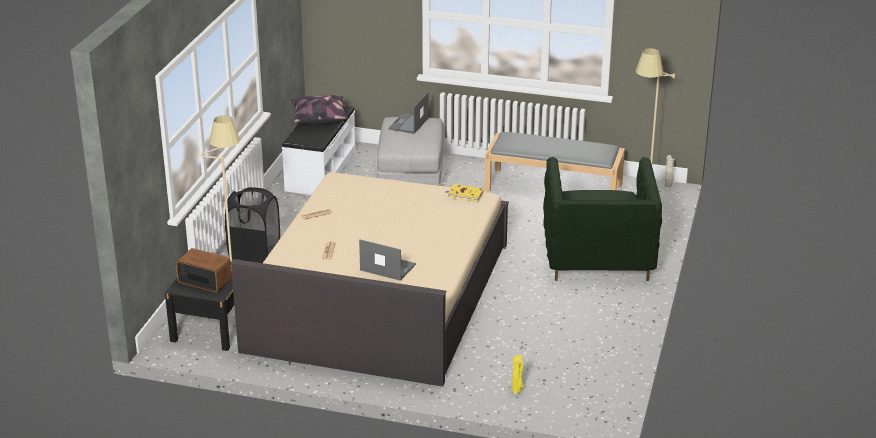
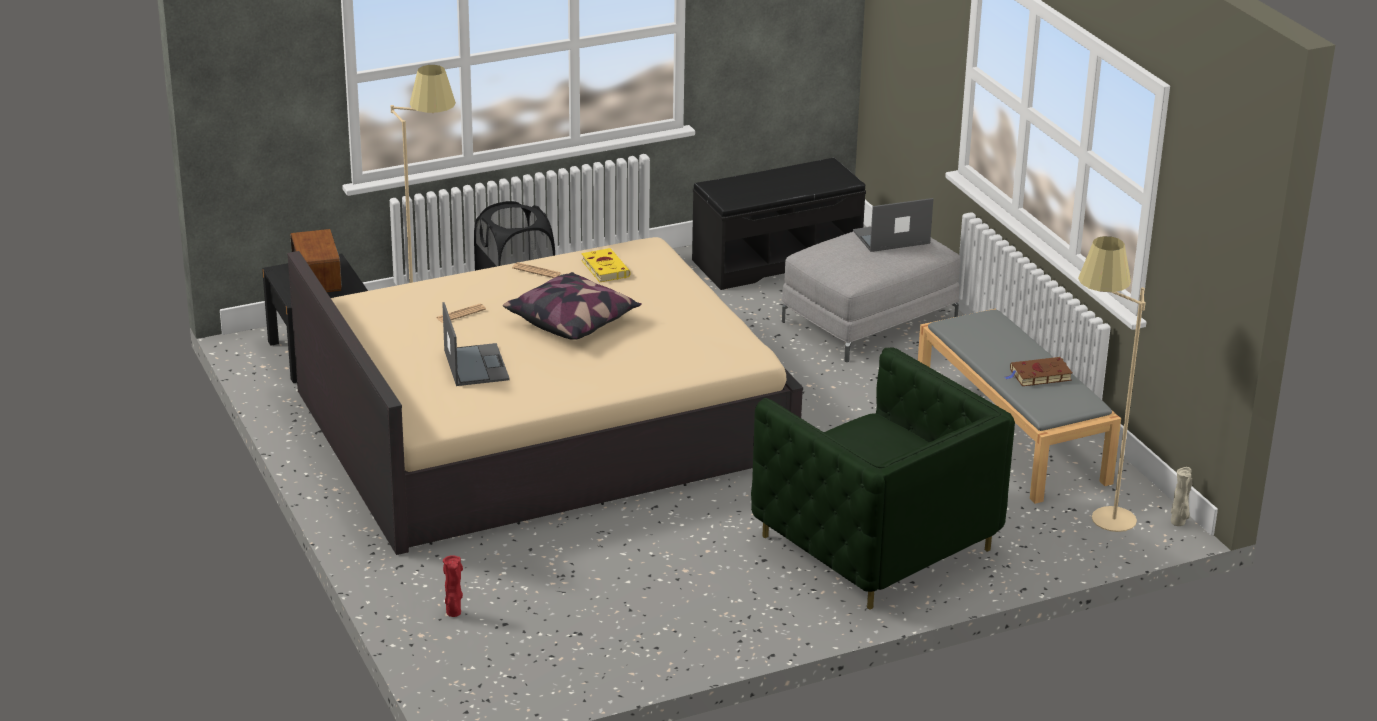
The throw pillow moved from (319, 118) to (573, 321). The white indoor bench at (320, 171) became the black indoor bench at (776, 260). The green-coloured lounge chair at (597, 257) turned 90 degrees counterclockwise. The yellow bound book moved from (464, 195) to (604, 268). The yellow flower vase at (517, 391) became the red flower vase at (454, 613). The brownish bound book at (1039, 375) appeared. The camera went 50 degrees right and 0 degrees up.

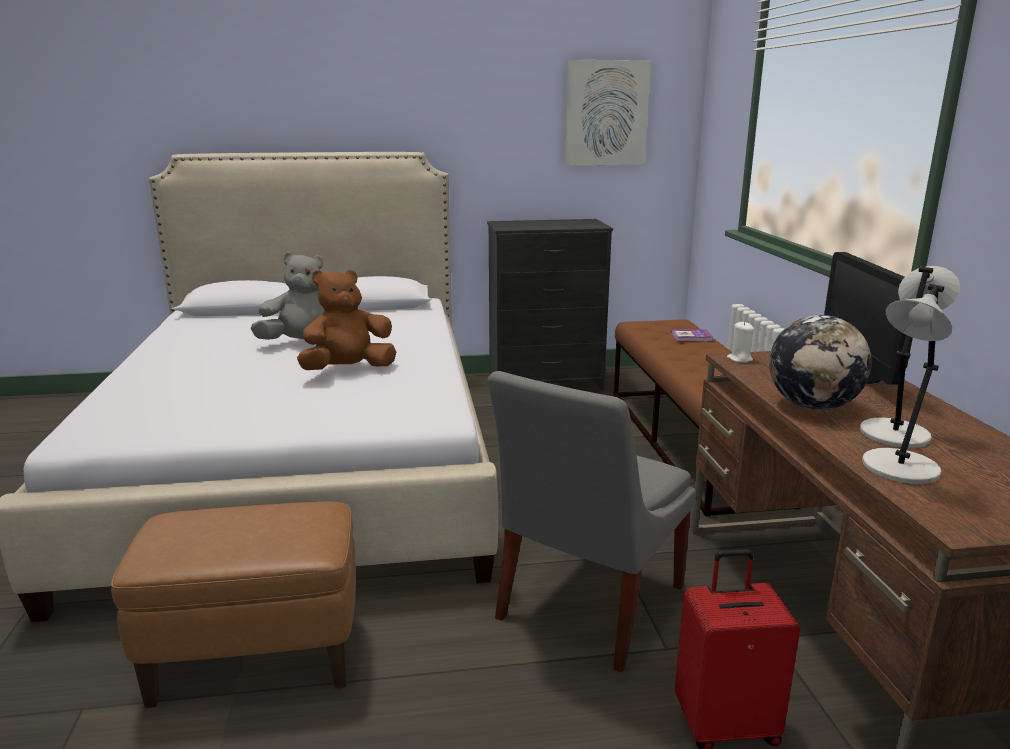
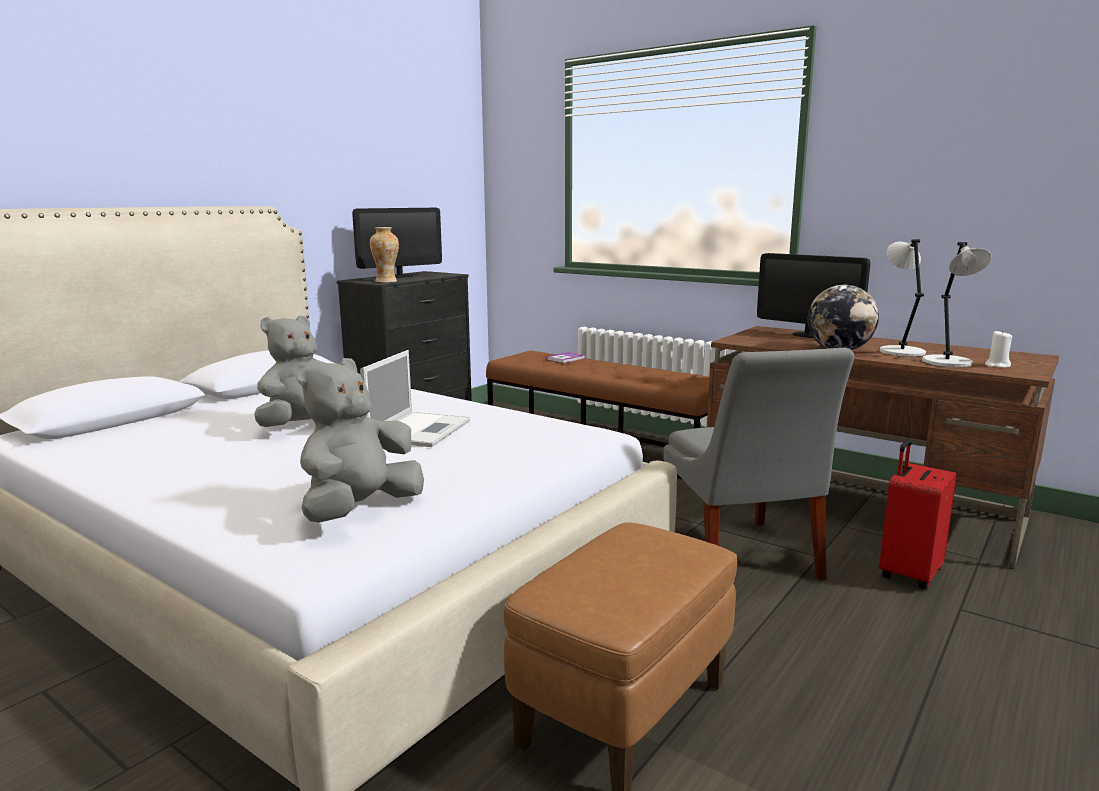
The wall picture at (606, 113) disappeared. The brownish plush toy at (348, 370) was replaced by the notebook computer at (420, 429). The white wax light moved from (739, 359) to (997, 365). The computer display at (399, 276) appeared. The flower vase at (386, 281) appeared. The grey plush toy at (360, 510) appeared. The camera went 45 degrees left and 5 degrees down.

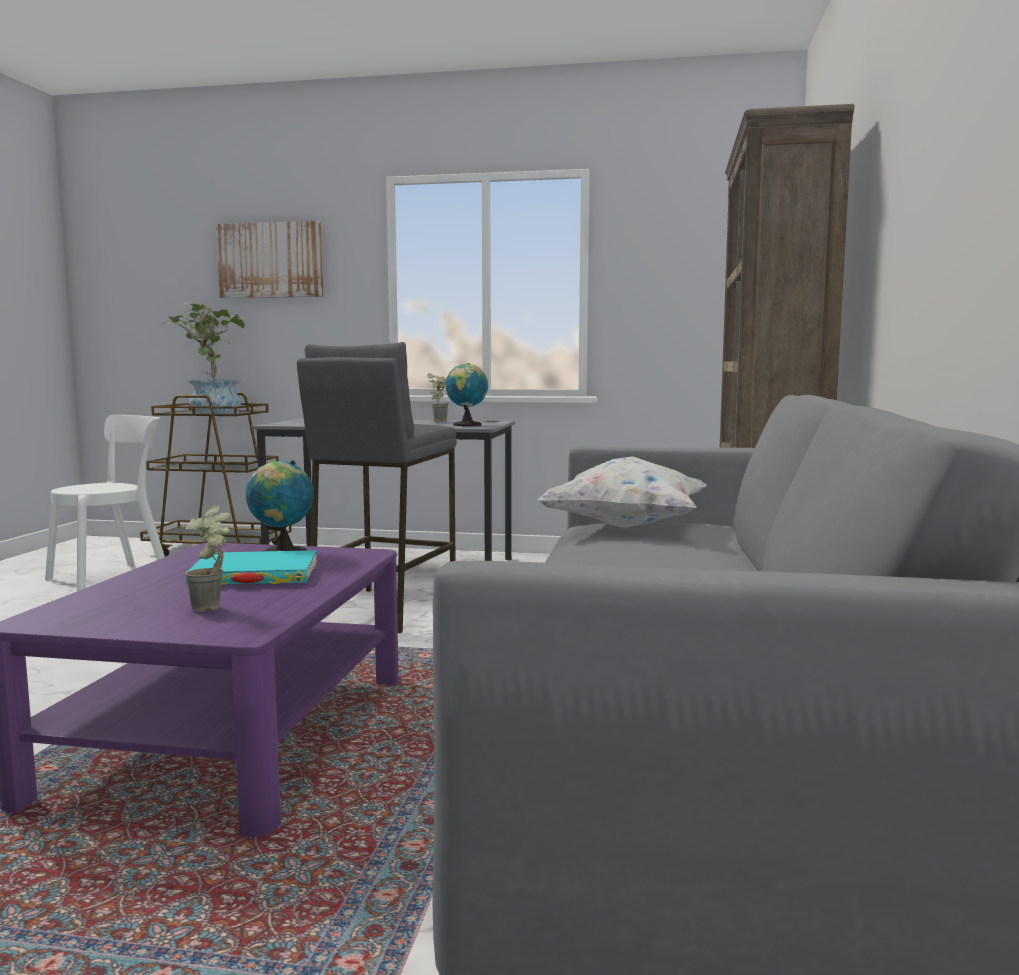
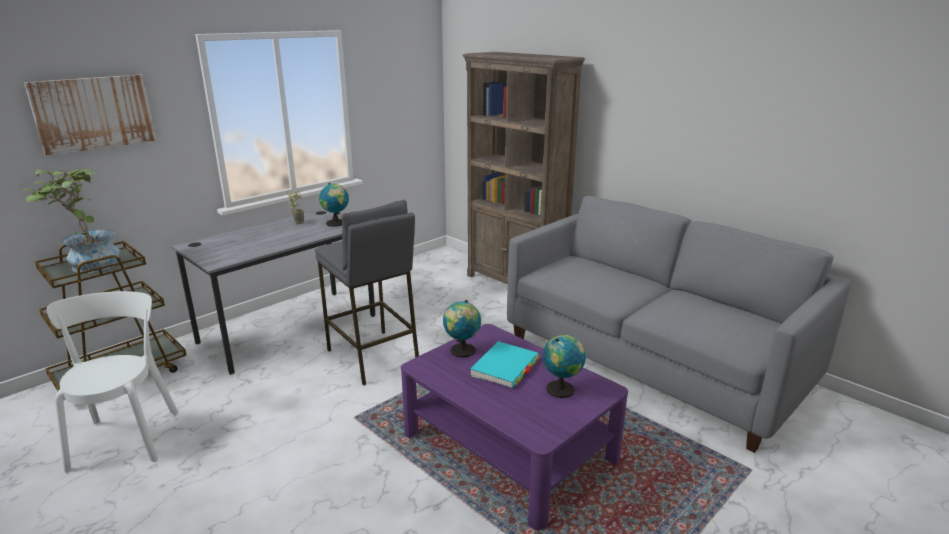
The white throw pillow at (627, 526) disappeared. The houseplant at (214, 609) was replaced by the globe at (562, 389). The camera went 55 degrees left and 15 degrees up.

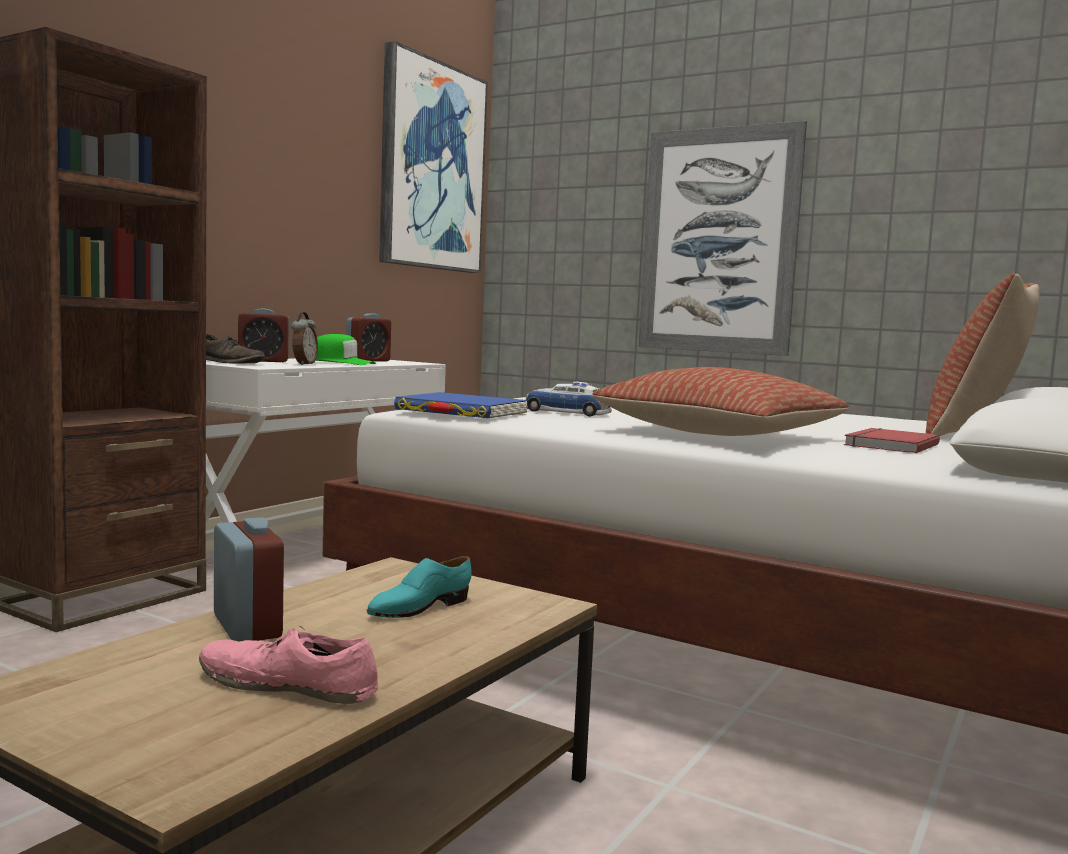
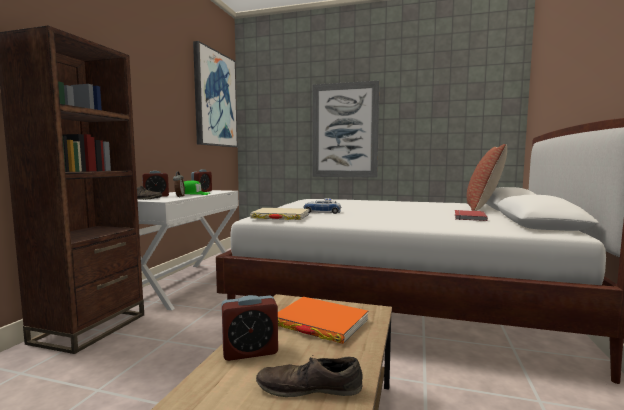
The throw pillow at (720, 435) disappeared. The blue-coloured bound book at (461, 412) became the beige-coloured bound book at (280, 217). The bedside clock at (247, 627) turned 120 degrees clockwise. The turquoise shoe at (419, 608) was replaced by the orange-coloured bound book at (320, 323). The pink-coloured shoe at (288, 685) became the brownish shoe at (309, 388). The camera went 15 degrees left and 0 degrees up.

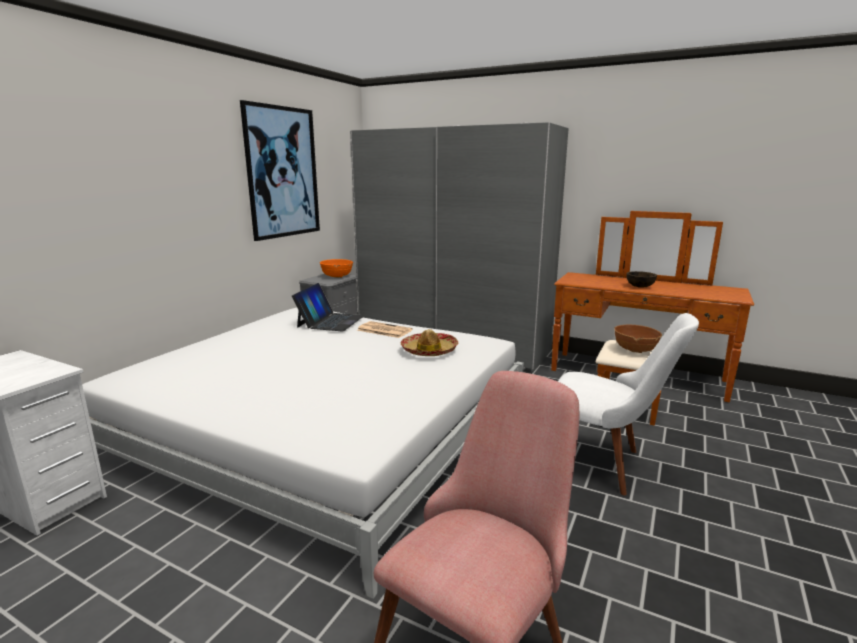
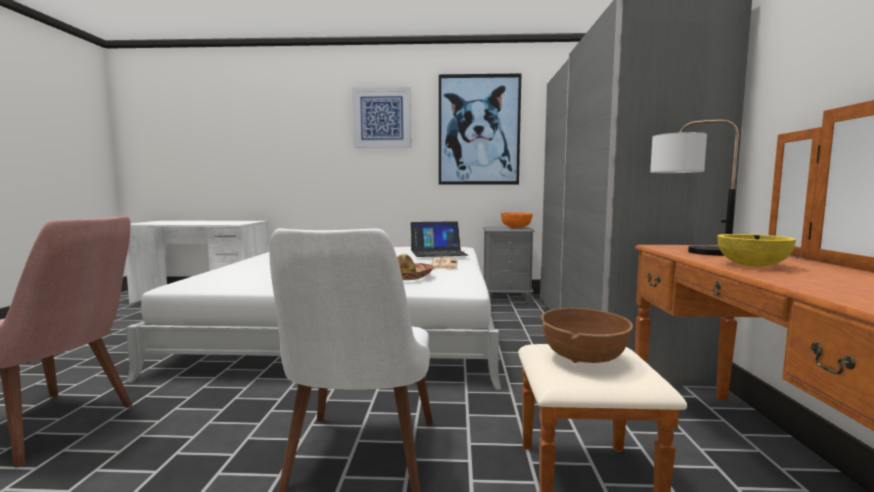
The brownish deep dish at (640, 286) became the yellow deep dish at (753, 265). The wall picture at (382, 118) appeared. The lamp for a table at (687, 251) appeared. The camera went 65 degrees right and 10 degrees down.

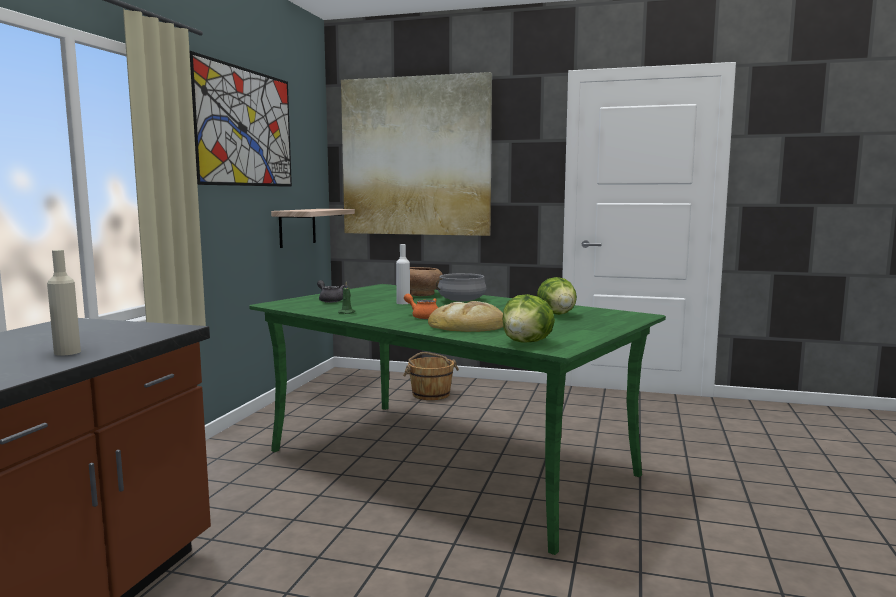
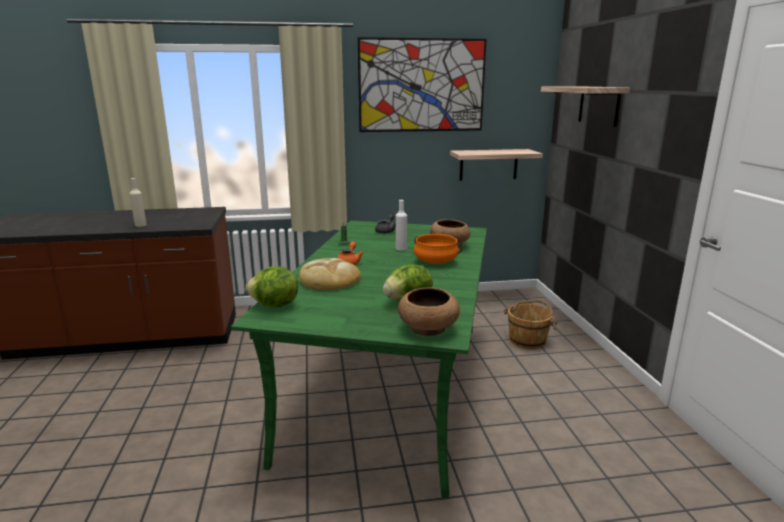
The wall picture at (416, 157) was replaced by the shelf at (599, 105). The grey saucepot at (461, 300) became the orange-coloured saucepot at (436, 261). The brownish deep dish at (428, 329) appeared. The camera went 65 degrees right and 10 degrees up.

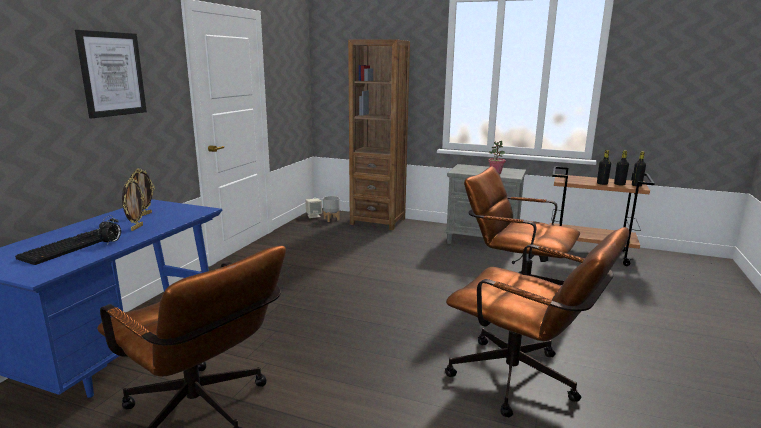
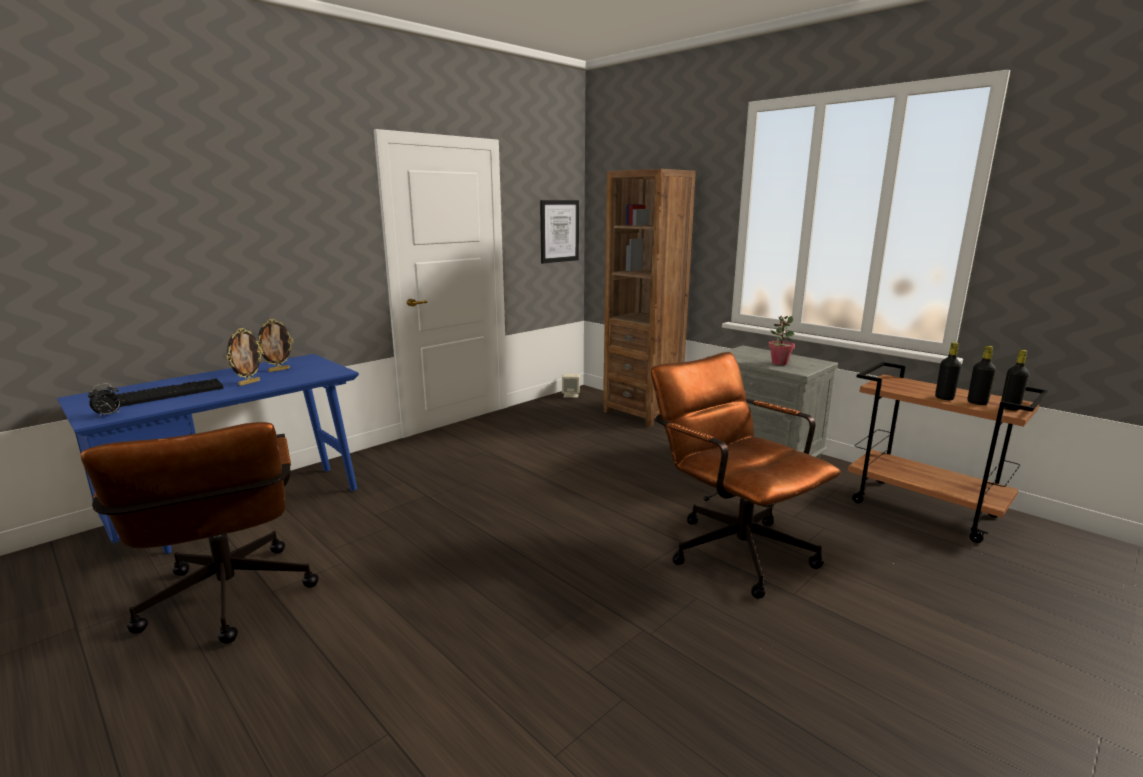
The wall picture moved from (112, 74) to (559, 231). The grey planter at (331, 219) disappeared. The bedside clock moved from (111, 242) to (108, 415). The brownish desk chair at (523, 382) disappeared. The camera went 25 degrees right and 0 degrees up.

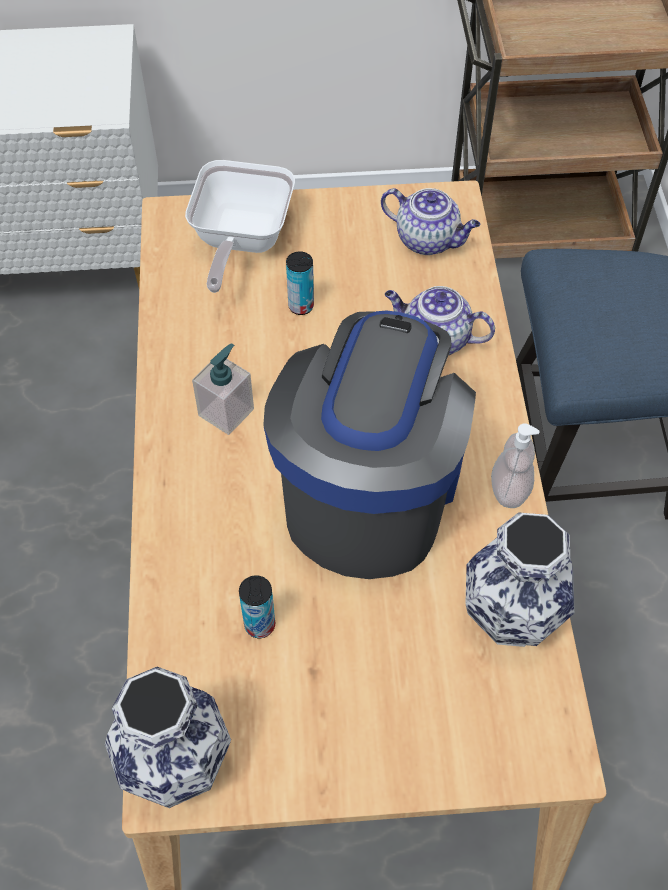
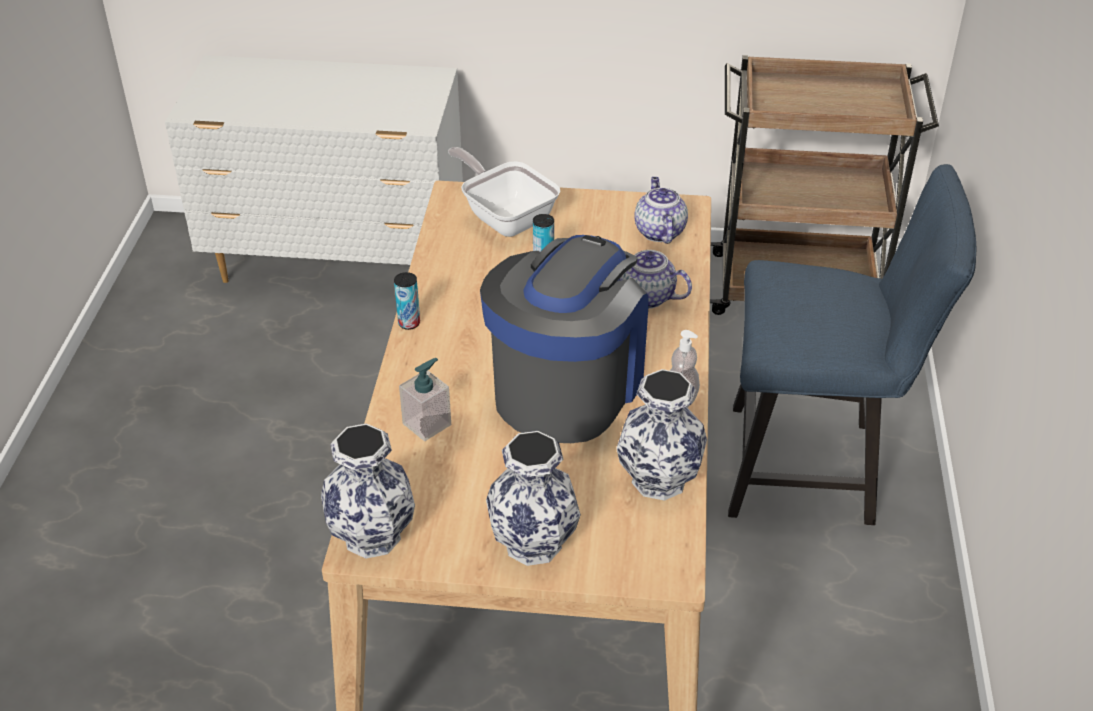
The pan at (240, 242) turned 120 degrees clockwise. The tea pot at (428, 240) turned 135 degrees counterclockwise. The soap dispenser moved from (226, 412) to (427, 424). The sealed can moved from (260, 625) to (409, 323). The flower vase at (535, 543) appeared. The camera went 10 degrees right and 15 degrees down.

